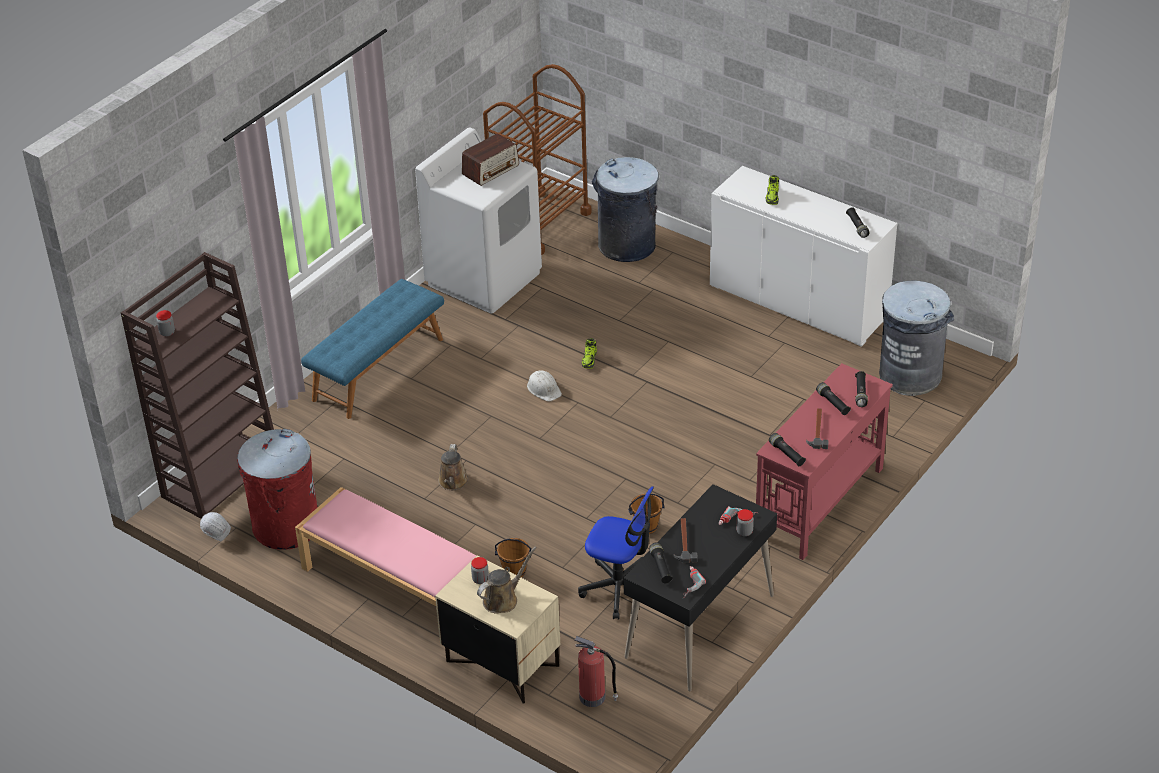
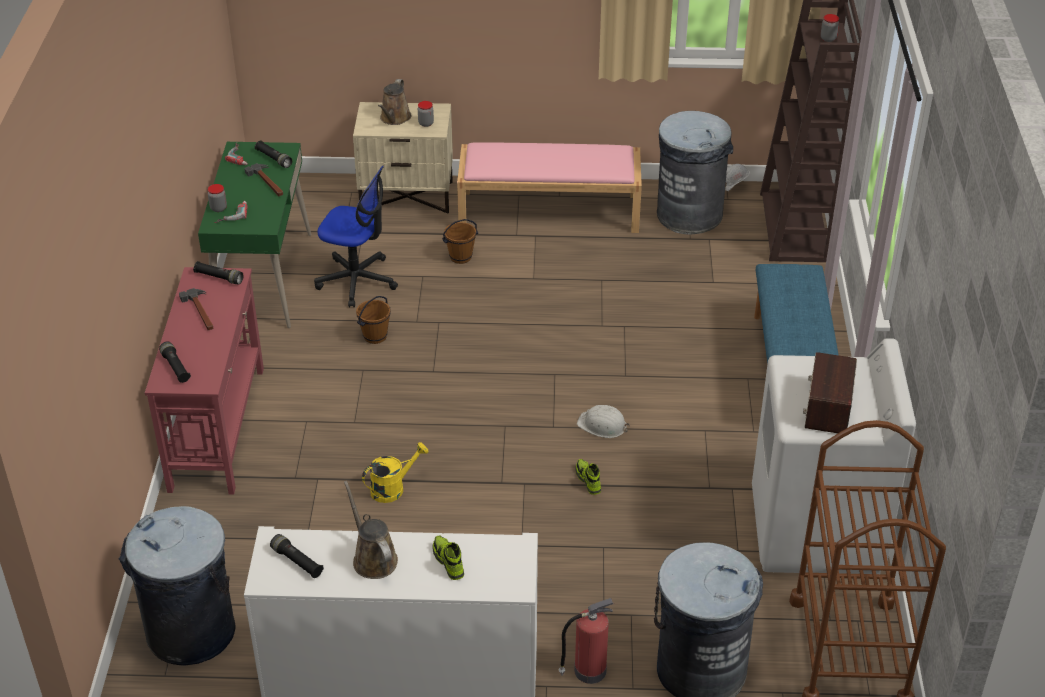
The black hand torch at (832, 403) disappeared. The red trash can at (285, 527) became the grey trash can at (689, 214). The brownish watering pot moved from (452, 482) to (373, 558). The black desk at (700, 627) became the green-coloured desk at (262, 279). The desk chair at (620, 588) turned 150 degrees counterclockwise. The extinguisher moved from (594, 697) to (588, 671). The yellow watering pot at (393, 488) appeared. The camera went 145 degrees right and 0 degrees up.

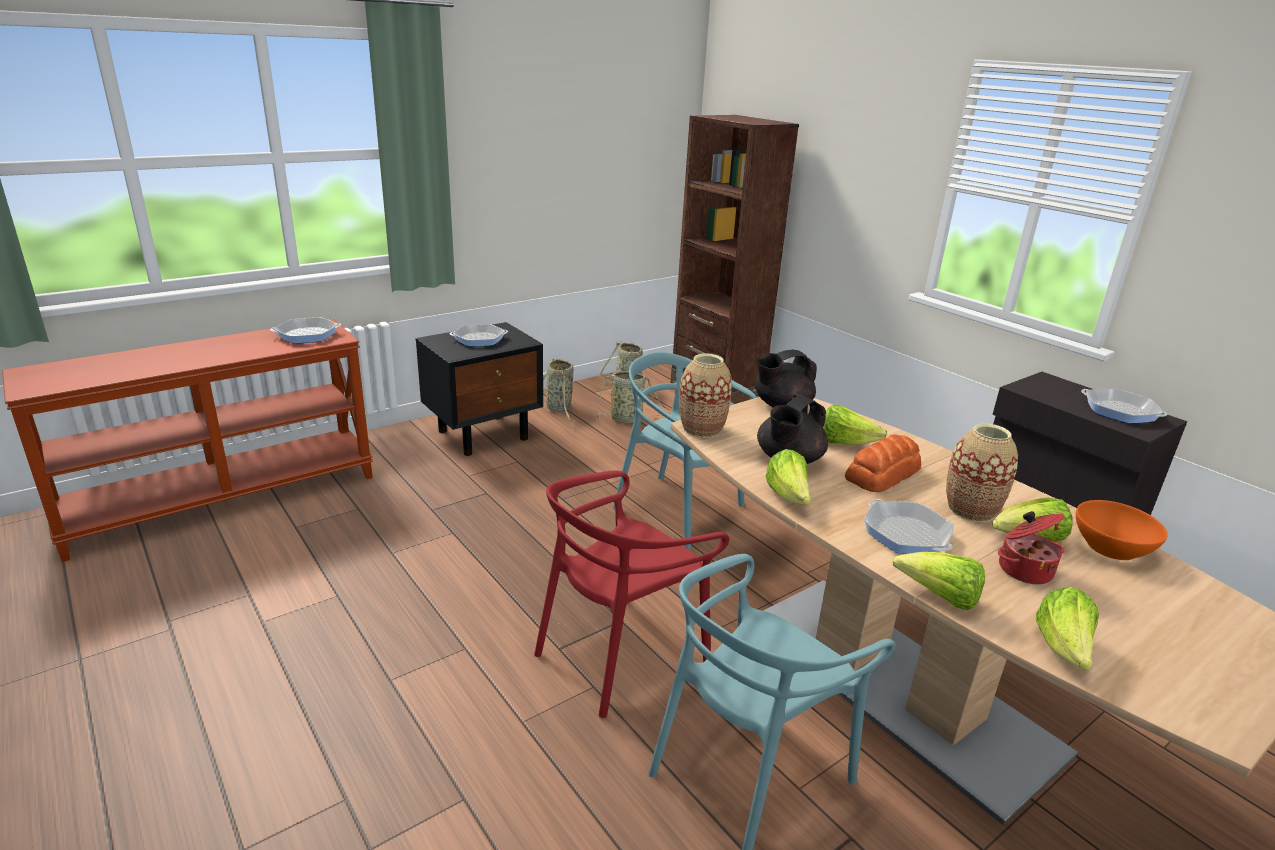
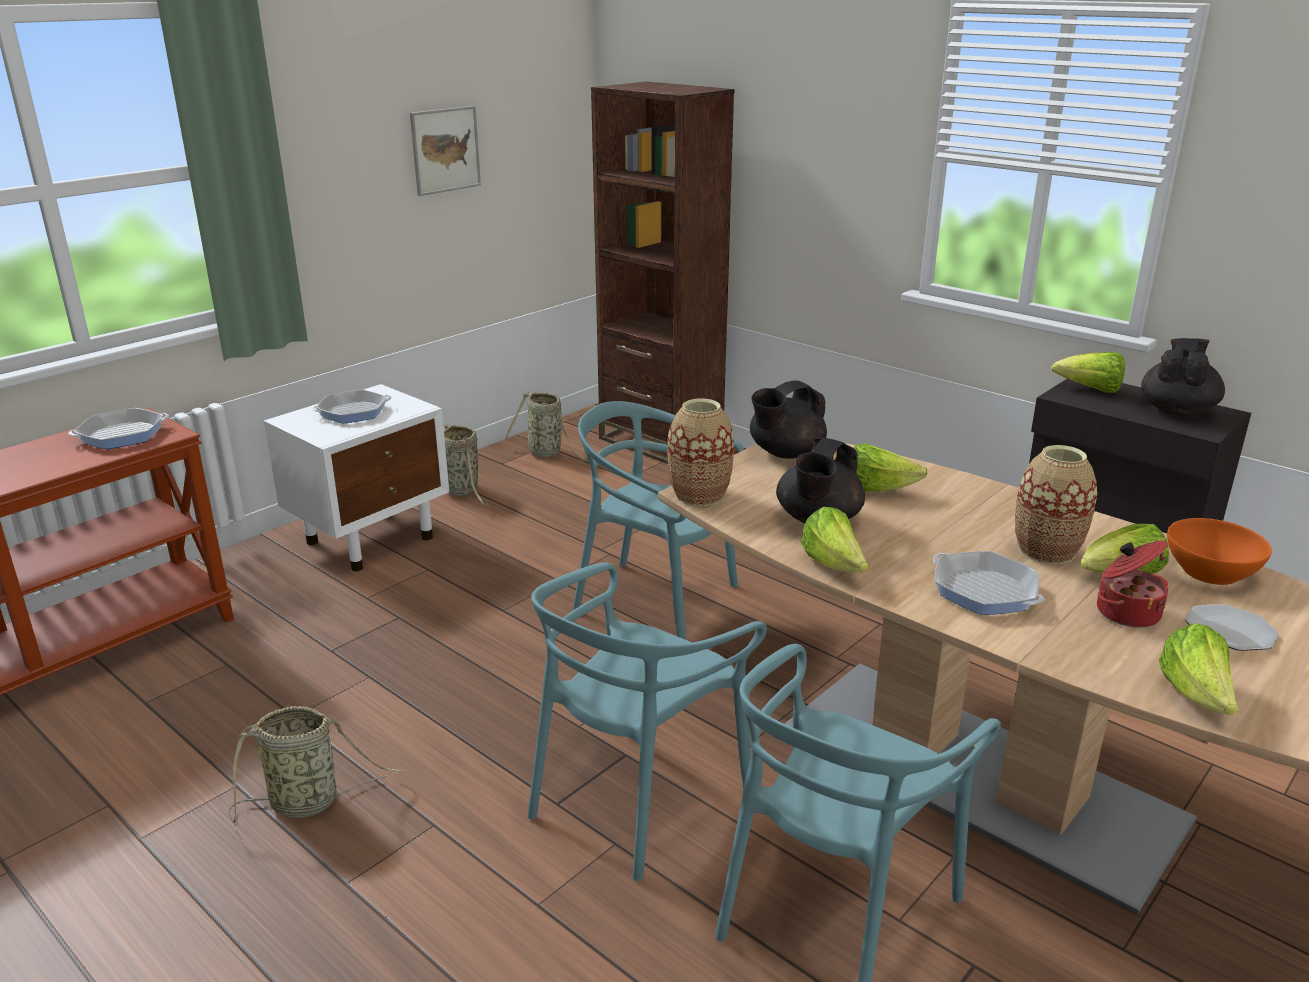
The black nightstand at (484, 434) became the white nightstand at (371, 539). The household basket moved from (628, 419) to (310, 802). The pan at (1119, 411) was replaced by the black tea pot at (1177, 410). The bakery bread at (883, 474) disappeared. The red plain chair at (620, 654) became the turquoise plain chair at (637, 797). The head of lettuce moved from (939, 597) to (1090, 390). The wall picture at (445, 150) appeared. The flat dish at (1229, 630) appeared. The camera went 10 degrees left and 0 degrees up.

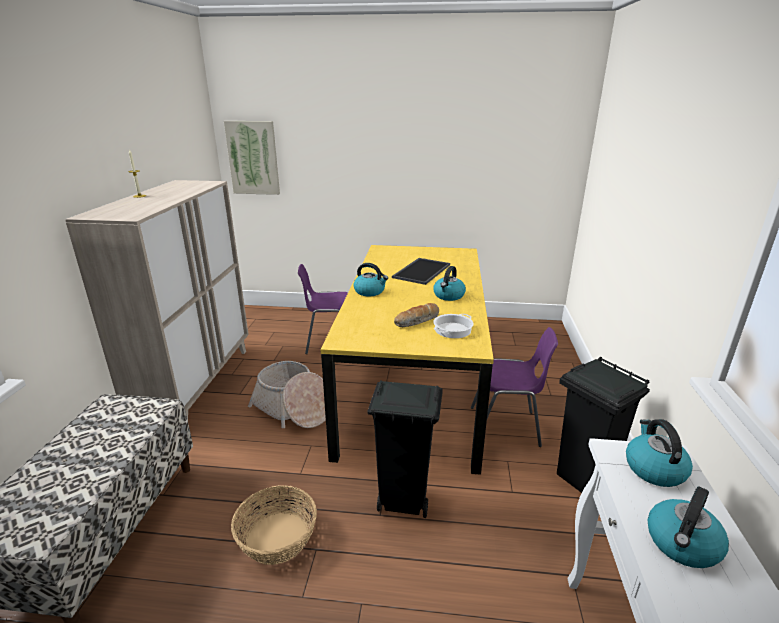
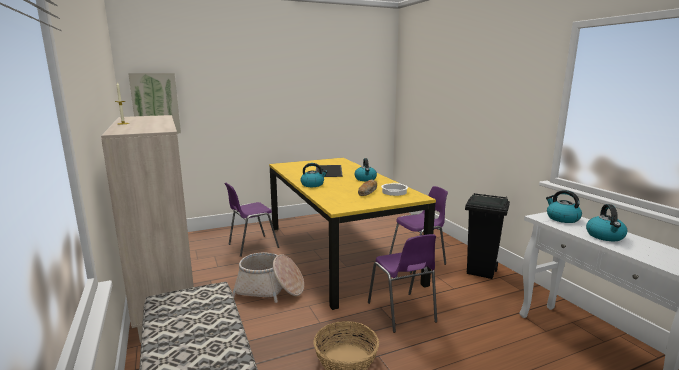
The black trash can at (403, 501) was replaced by the purple-coloured plain chair at (402, 313). The camera went 30 degrees left and 10 degrees down.

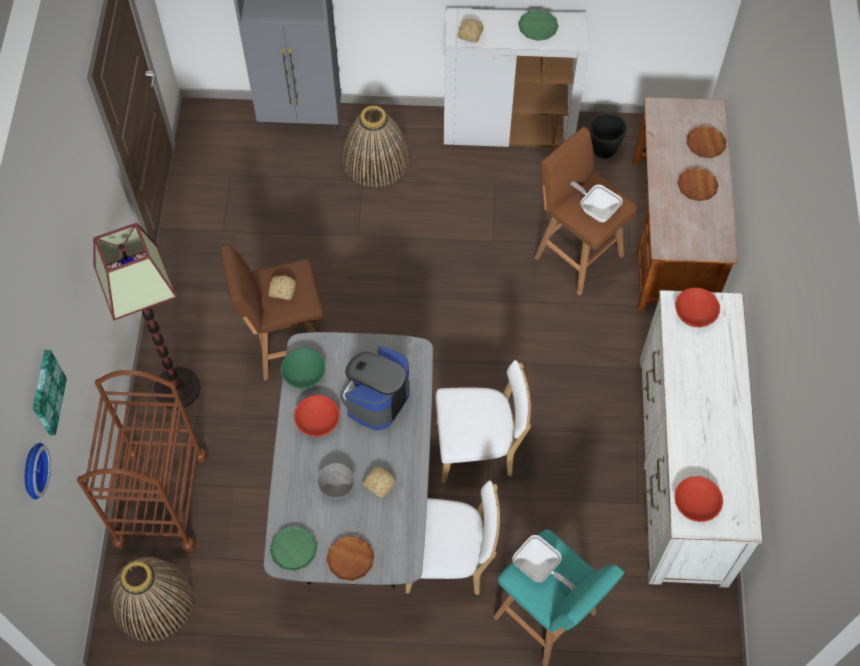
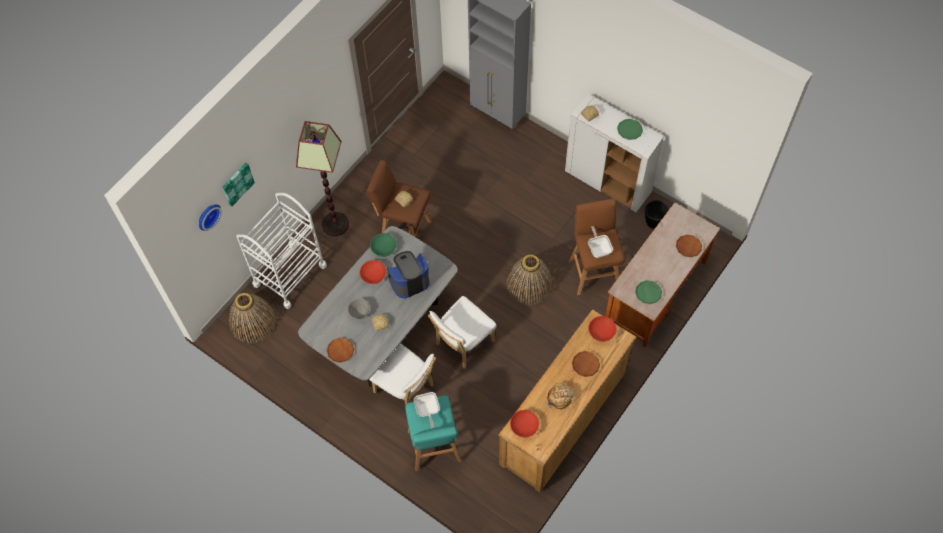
The household basket moved from (376, 159) to (529, 284). The brownish flat dish moved from (697, 186) to (585, 365). The white drawer chest at (682, 468) became the brownish drawer chest at (563, 418). The white plain chair at (478, 449) turned 105 degrees clockwise. The brownish cart at (160, 499) became the white cart at (290, 275). The green-coloured flat dish moved from (294, 549) to (648, 293). The bakery bread at (560, 398) appeared. The camera went 35 degrees right and 0 degrees up.

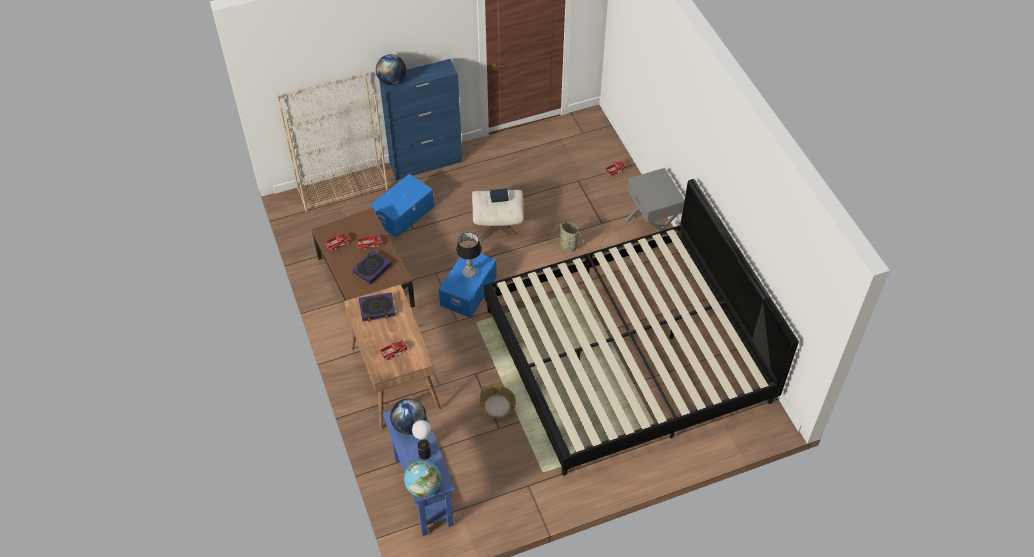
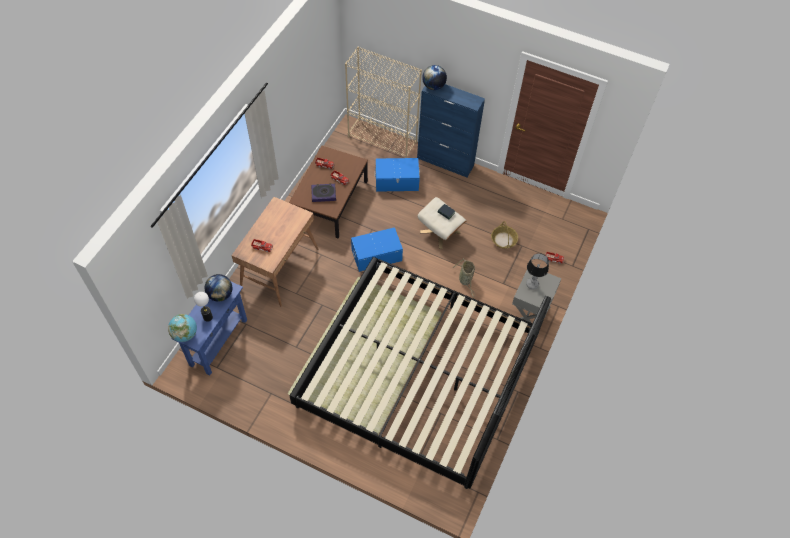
The lamp for a table moved from (469, 272) to (532, 284). The bound book at (377, 309) disappeared. The household basket moved from (497, 405) to (504, 240). The camera went 45 degrees right and 5 degrees up.

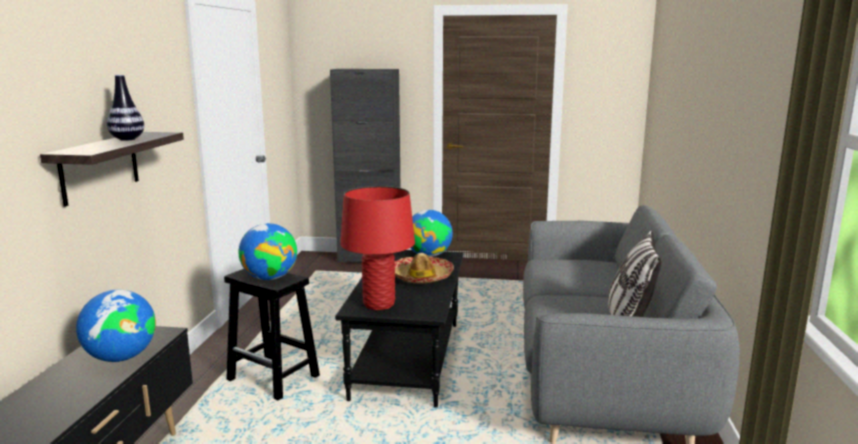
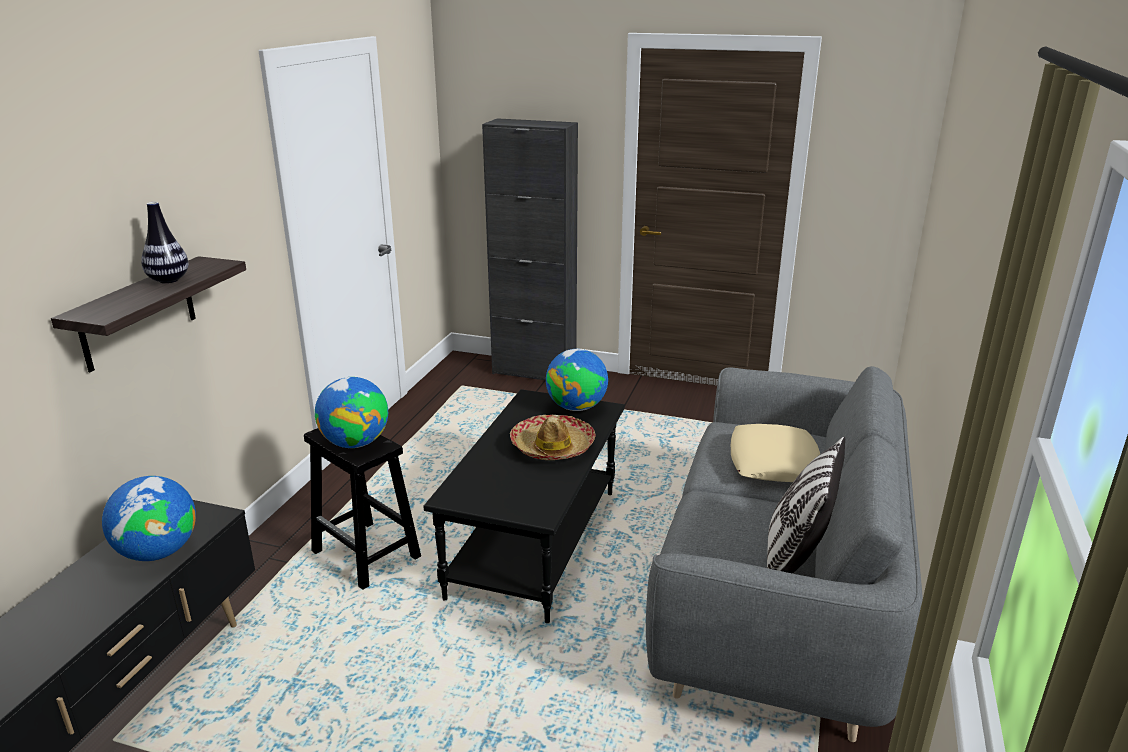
The red lamp for a table at (379, 304) disappeared. The beige-coloured throw pillow at (774, 462) appeared. The camera went 10 degrees right and 10 degrees up.

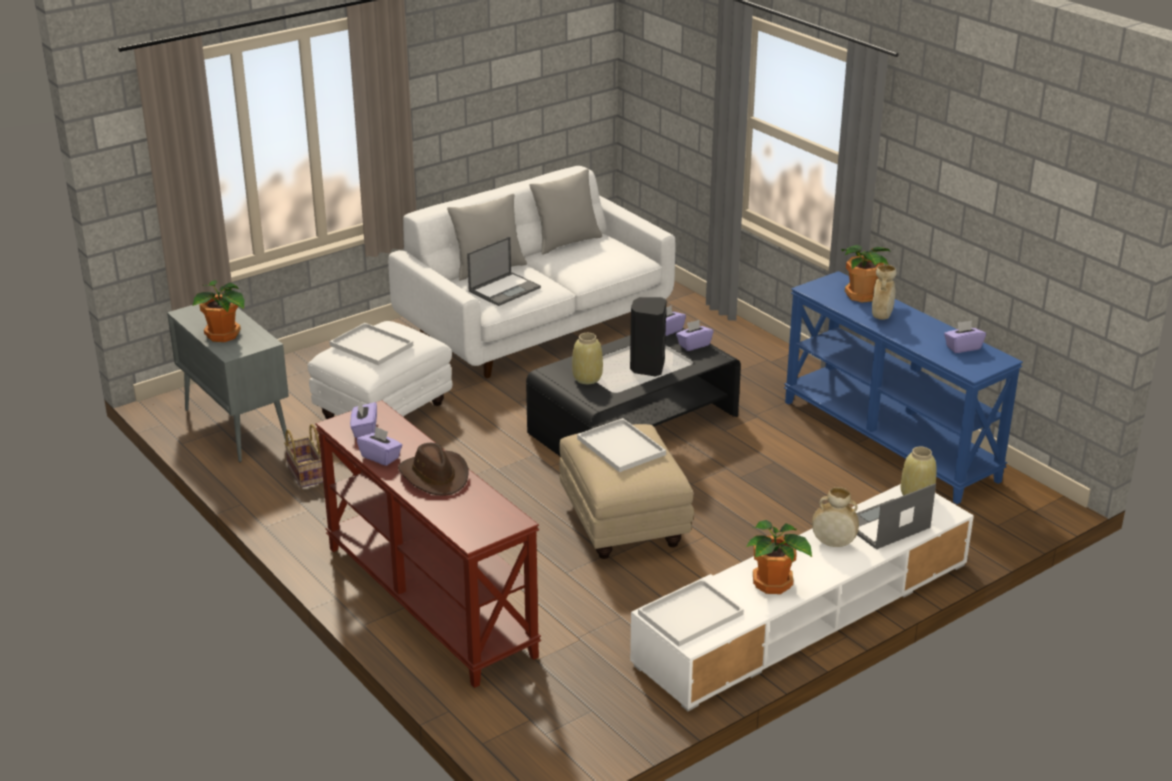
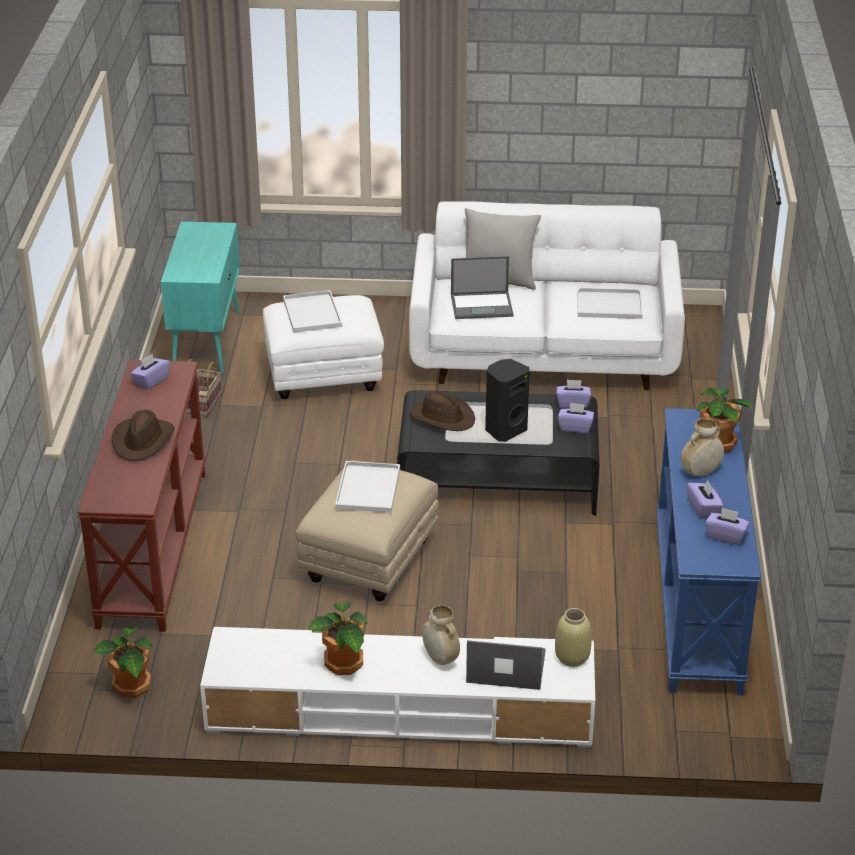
The grey throw pillow at (566, 242) disappeared. The houseplant moved from (223, 335) to (131, 687). The grey storage cabinet at (235, 426) became the turquoise storage cabinet at (206, 341). The beige-coloured flower vase at (587, 378) was replaced by the brownish hat at (442, 417). The purple-coloured box of tissues moved from (380, 457) to (703, 508). The white carrying tray moved from (689, 615) to (608, 305). The camera went 40 degrees right and 5 degrees up.

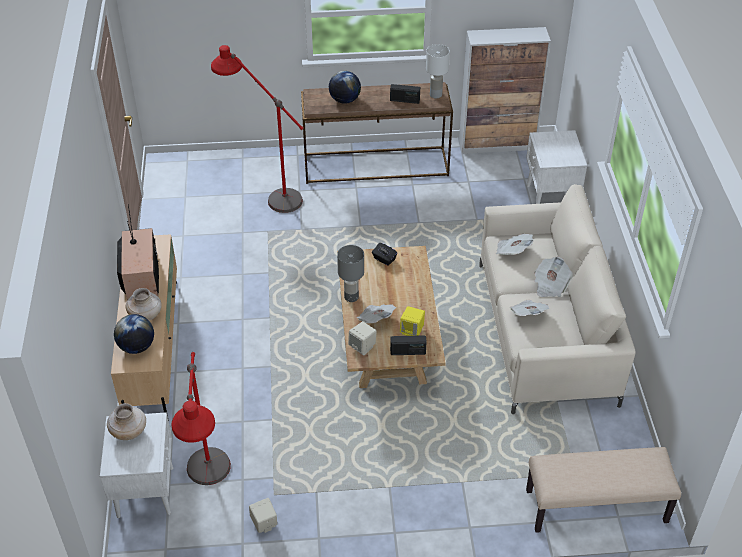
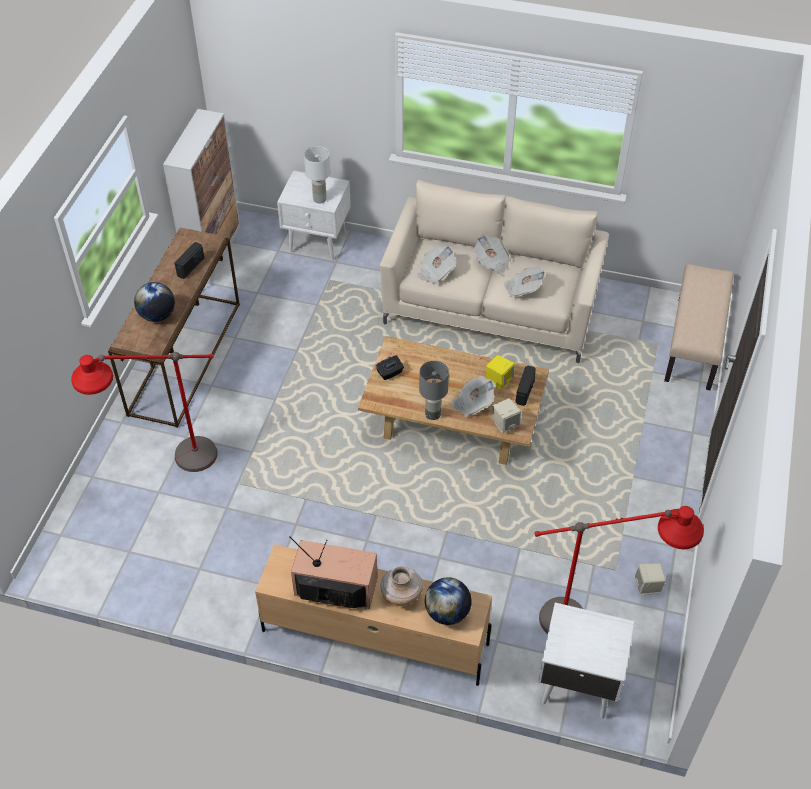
The white lamp for a table moved from (435, 95) to (319, 199). The beige-coloured flower vase at (129, 432) disappeared. The camera went 70 degrees left and 5 degrees up.

